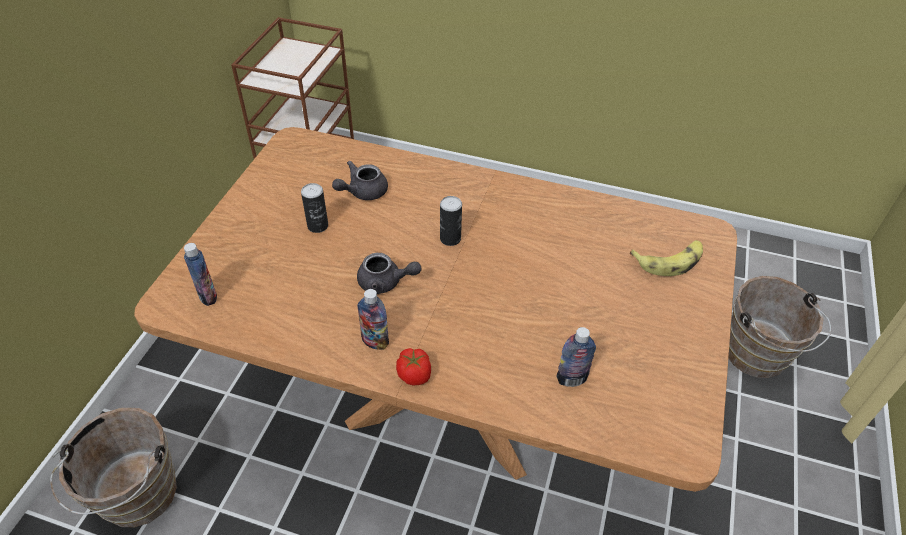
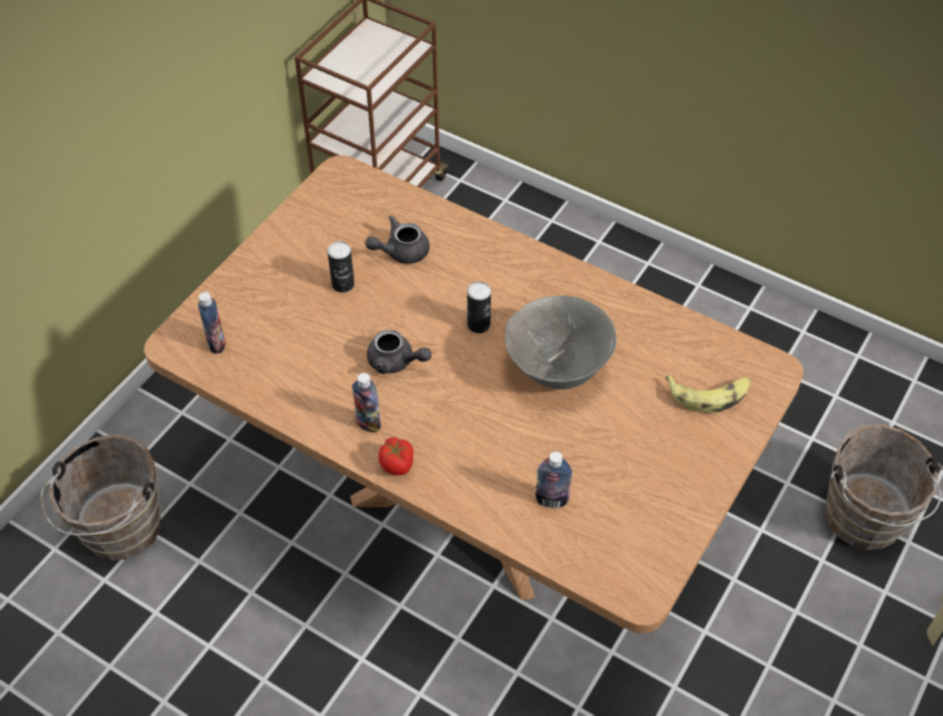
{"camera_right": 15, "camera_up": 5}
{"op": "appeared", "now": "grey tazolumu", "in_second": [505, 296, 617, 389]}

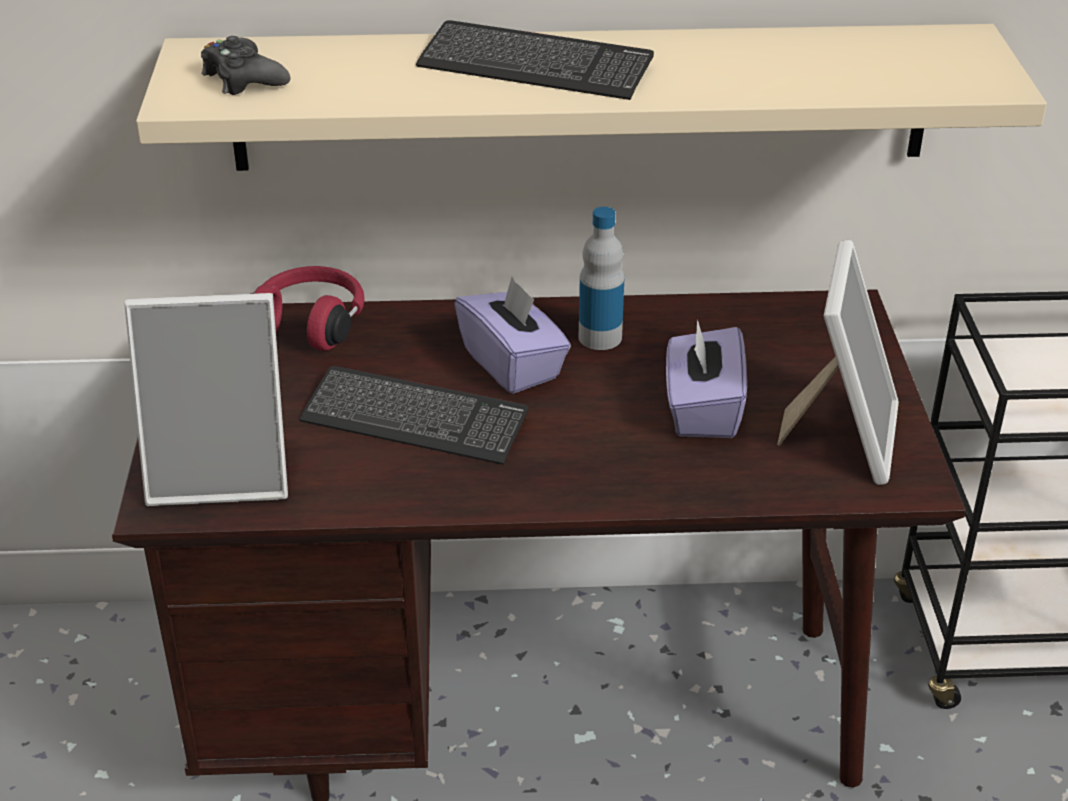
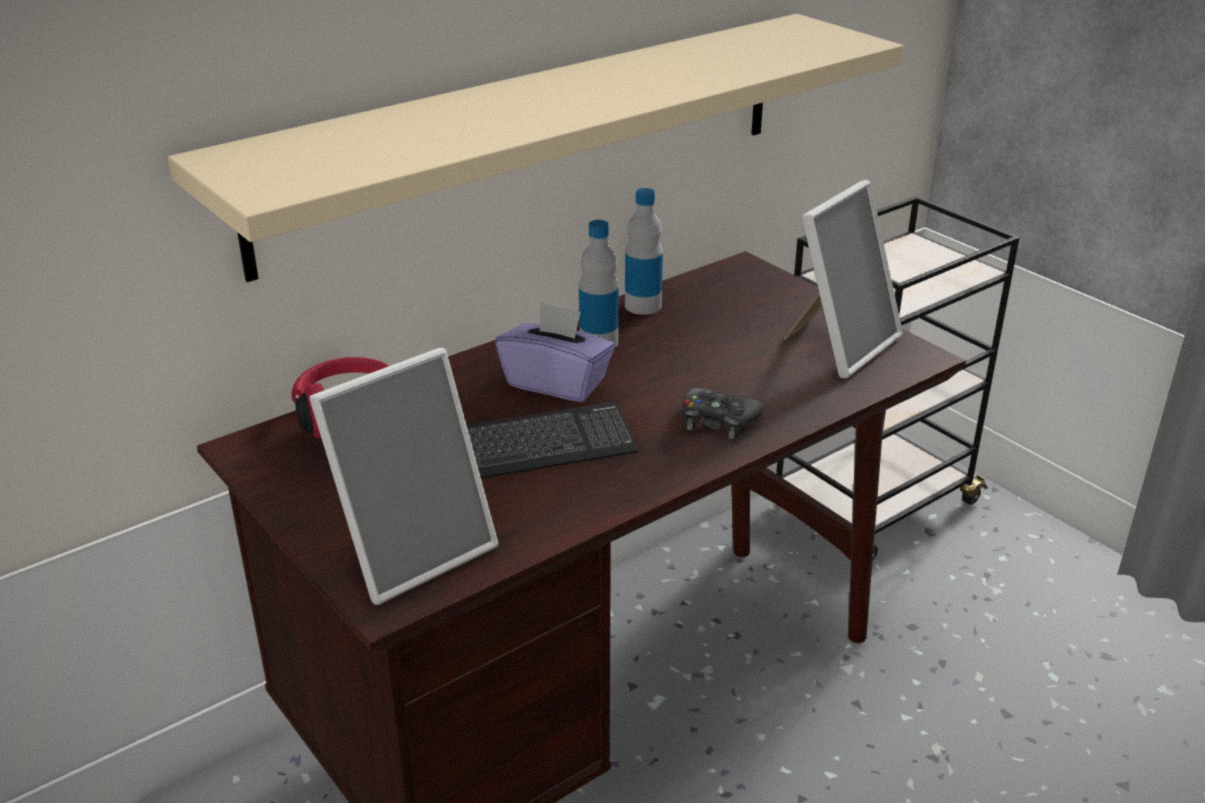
{"camera_right": -35, "camera_up": -5}
{"op": "missing", "was": "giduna", "in_first": [416, 20, 654, 100]}
{"op": "missing", "was": "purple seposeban", "in_first": [666, 320, 747, 438]}
{"op": "appeared", "now": "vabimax", "in_second": [625, 188, 663, 315]}
{"op": "relocated", "was": "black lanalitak", "in_first": [201, 36, 291, 95], "in_second": [682, 388, 764, 439]}
{"op": "spun", "was": "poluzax", "in_first": [777, 240, 899, 485], "in_second": [784, 180, 903, 378], "clockwise": 60}

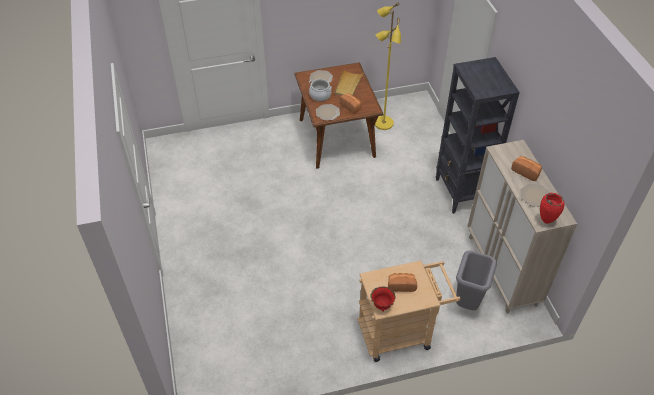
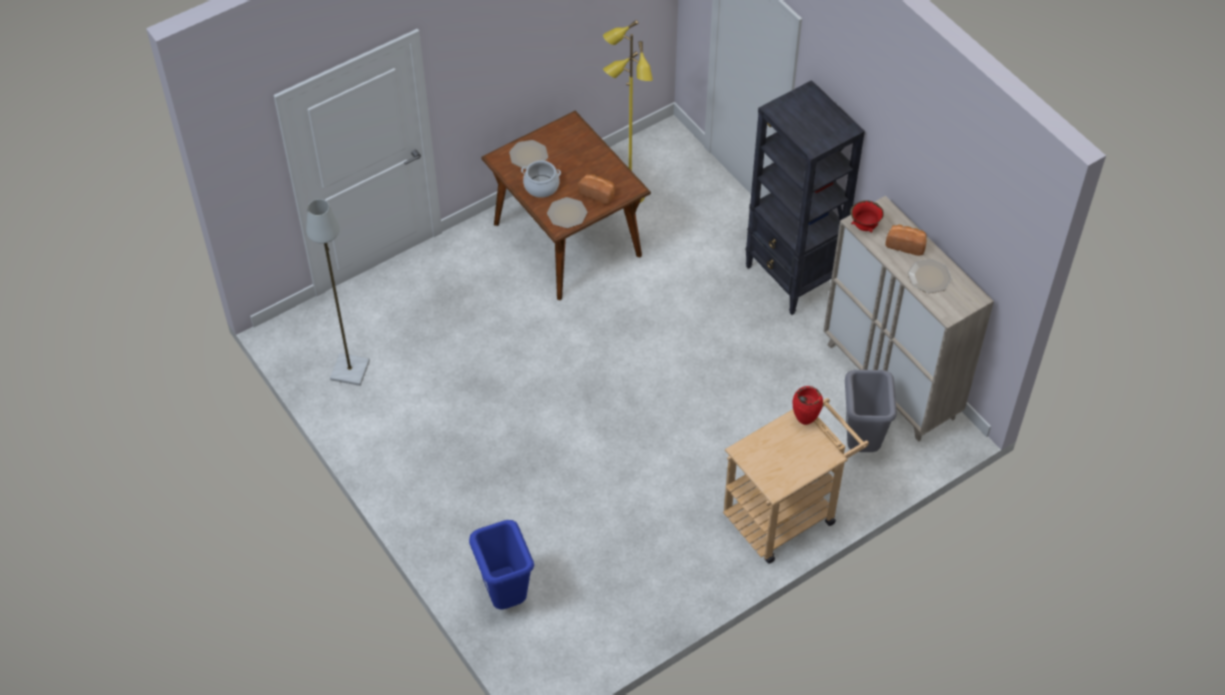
{"camera_right": -20, "camera_up": 5}
{"op": "missing", "was": "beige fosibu", "in_first": [334, 69, 363, 95]}
{"op": "missing", "was": "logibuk", "in_first": [388, 273, 417, 292]}
{"op": "appeared", "now": "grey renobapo", "in_second": [306, 199, 370, 386]}
{"op": "appeared", "now": "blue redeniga", "in_second": [469, 520, 534, 609]}
{"op": "relocated", "was": "red tazolumu", "in_first": [371, 287, 395, 312], "in_second": [850, 200, 884, 232]}
{"op": "relocated", "was": "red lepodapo", "in_first": [540, 193, 565, 224], "in_second": [793, 386, 823, 425]}

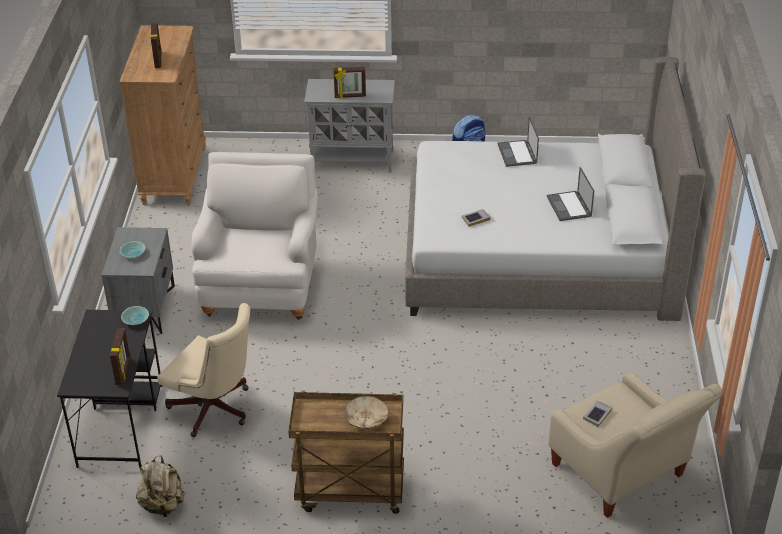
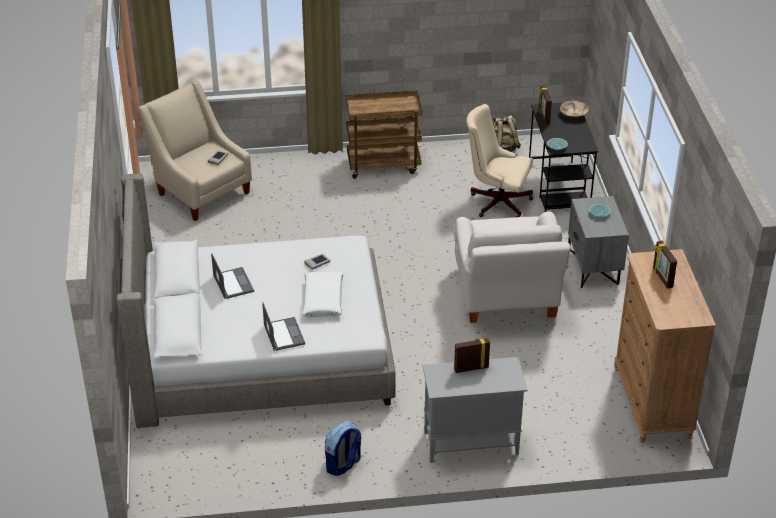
{"camera_right": 170, "camera_up": 0}
{"op": "appeared", "now": "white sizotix", "in_second": [302, 272, 344, 317]}
{"op": "relocated", "was": "beige tazolumu", "in_first": [344, 396, 389, 429], "in_second": [560, 100, 589, 119]}

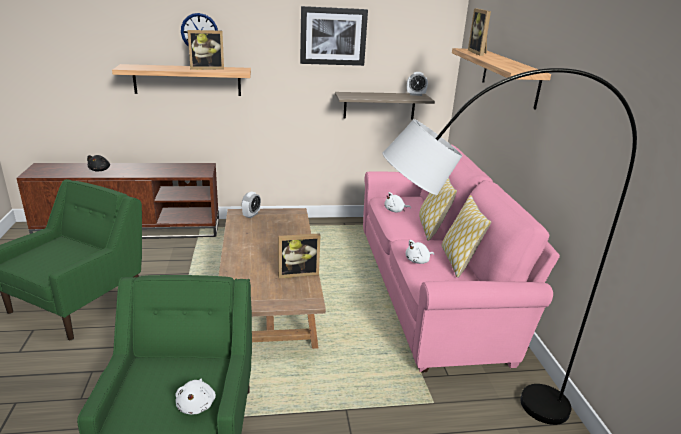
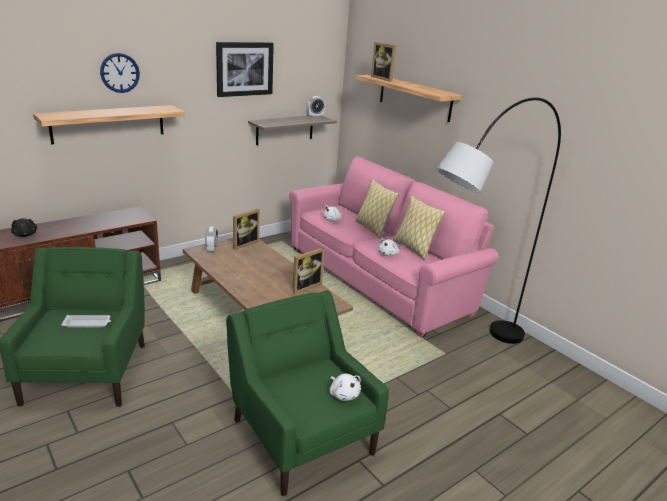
{"camera_right": -30, "camera_up": 0}
{"op": "appeared", "now": "white fosibu", "in_second": [61, 315, 111, 327]}
{"op": "relocated", "was": "poluzax", "in_first": [187, 30, 224, 70], "in_second": [233, 209, 260, 250]}

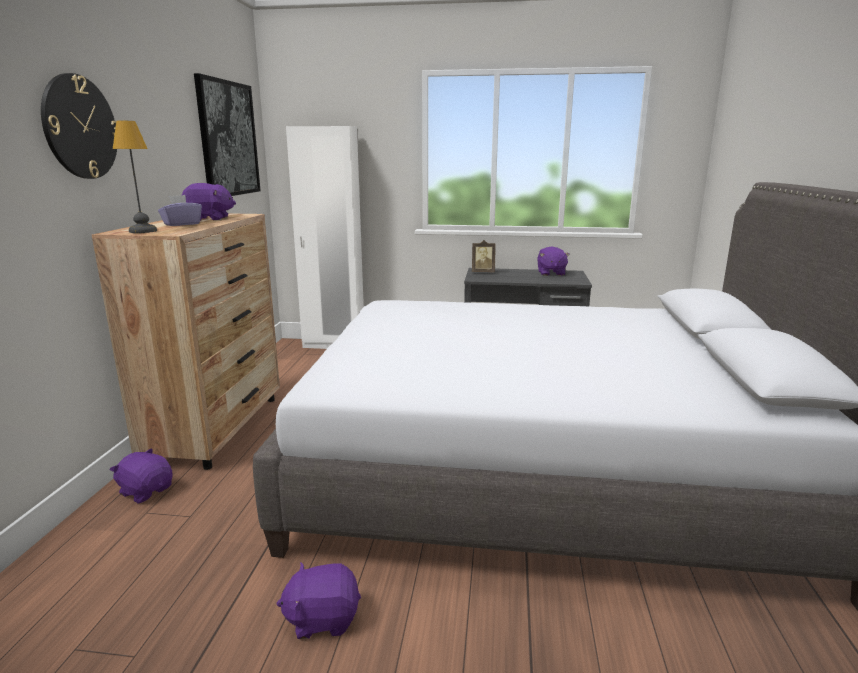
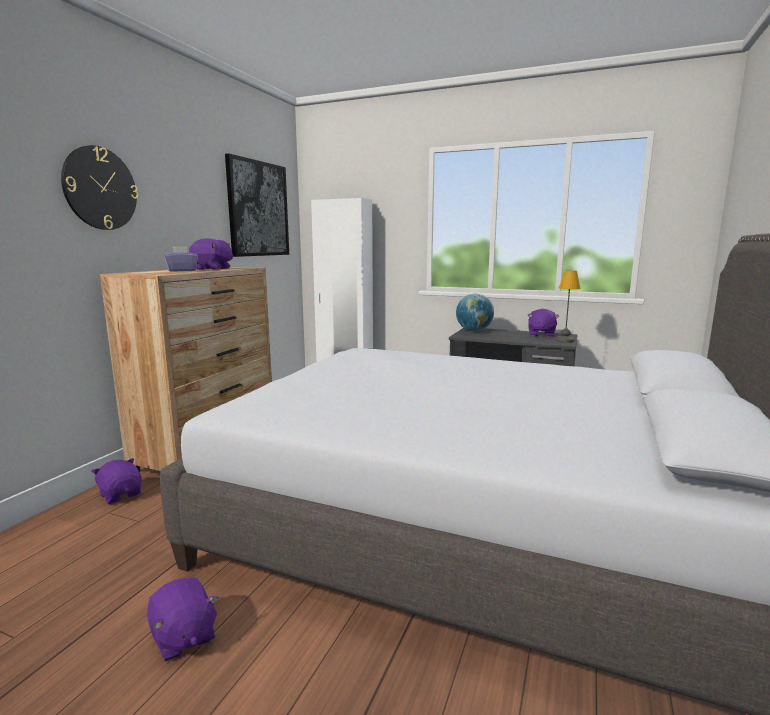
{"camera_right": 15, "camera_up": -5}
{"op": "relocated", "was": "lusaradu", "in_first": [113, 121, 157, 233], "in_second": [556, 270, 581, 343]}
{"op": "exchanged", "was": "poluzax", "now": "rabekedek", "in_first": [472, 240, 496, 272], "in_second": [456, 294, 494, 331]}
{"op": "spun", "was": "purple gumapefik", "in_first": [276, 563, 361, 639], "in_second": [147, 578, 218, 661], "clockwise": -135}

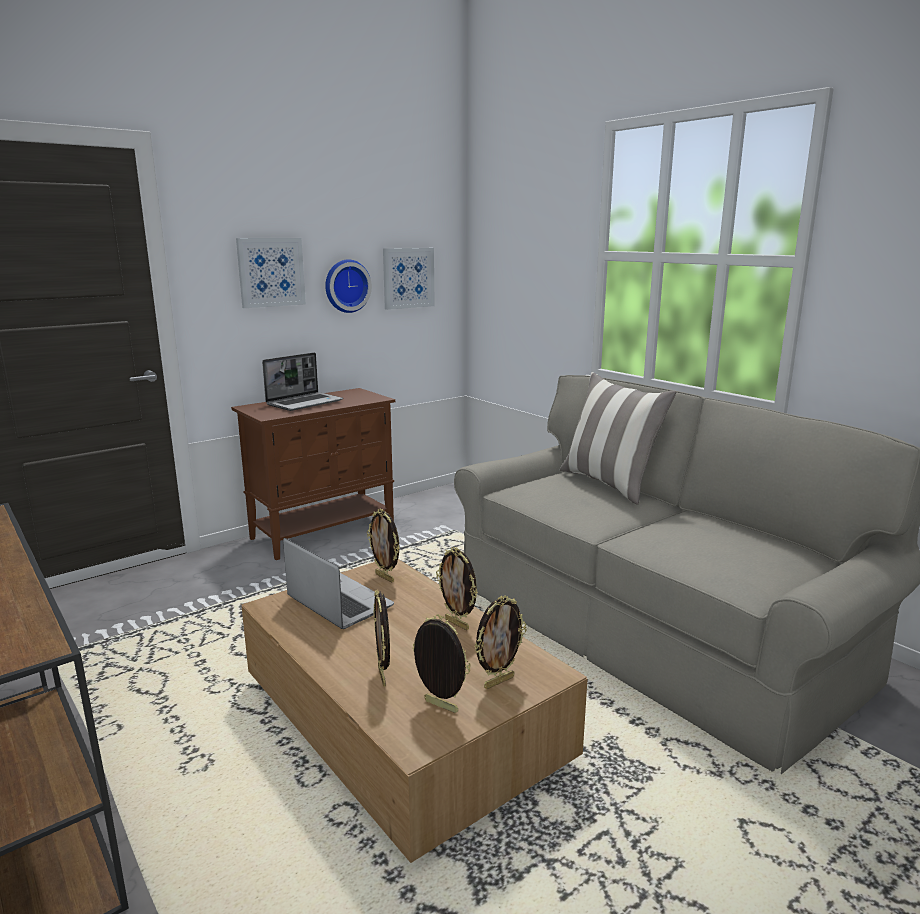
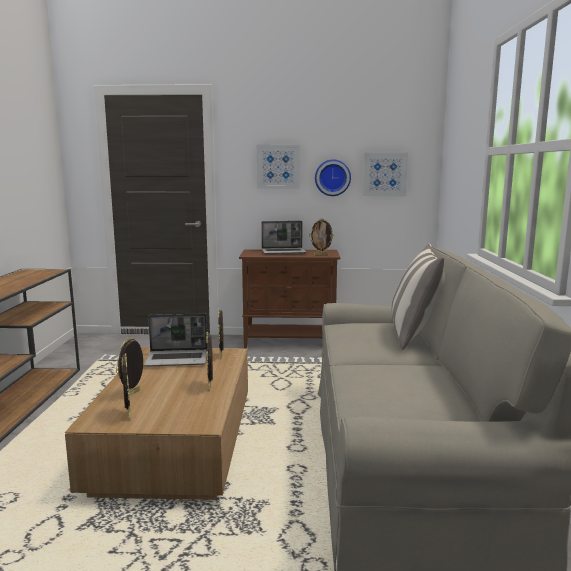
{"camera_right": 40, "camera_up": -5}
{"op": "relocated", "was": "poluzax", "in_first": [474, 596, 526, 689], "in_second": [309, 218, 334, 256]}
{"op": "spun", "was": "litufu", "in_first": [283, 538, 394, 629], "in_second": [144, 313, 207, 366], "clockwise": 90}

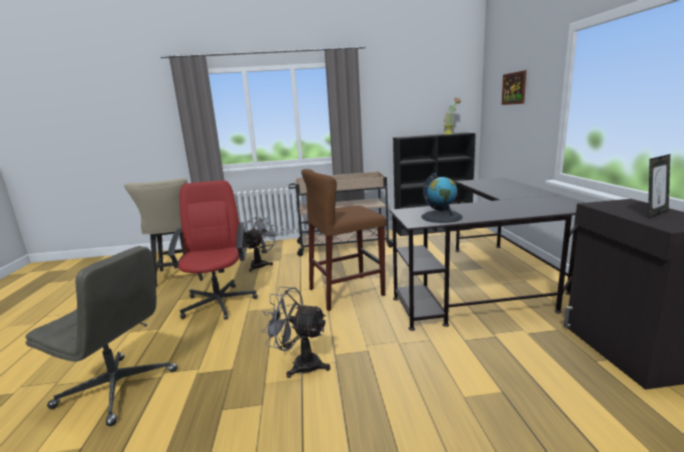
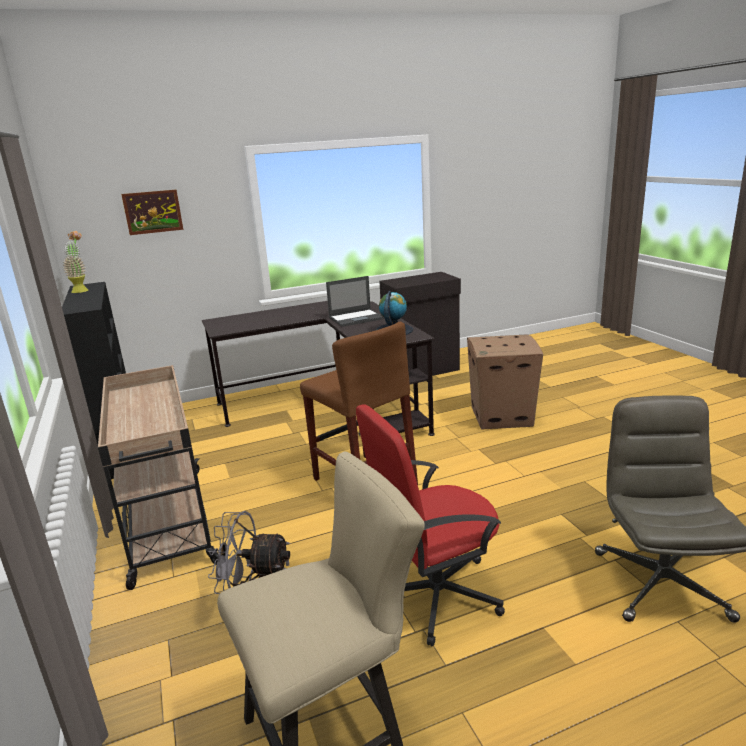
{"camera_right": -105, "camera_up": 5}
{"op": "missing", "was": "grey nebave", "in_first": [262, 287, 330, 378]}
{"op": "missing", "was": "poluzax", "in_first": [648, 154, 670, 219]}
{"op": "appeared", "now": "litufu", "in_second": [326, 276, 384, 327]}
{"op": "appeared", "now": "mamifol", "in_second": [467, 335, 543, 429]}

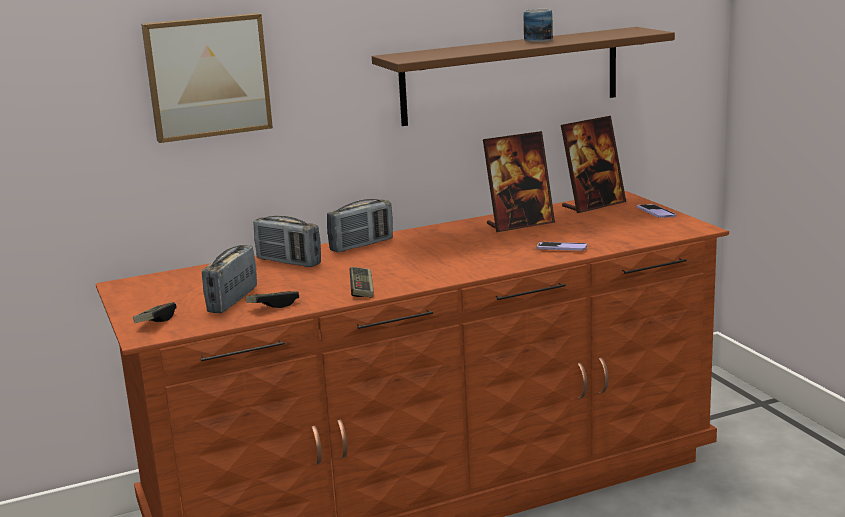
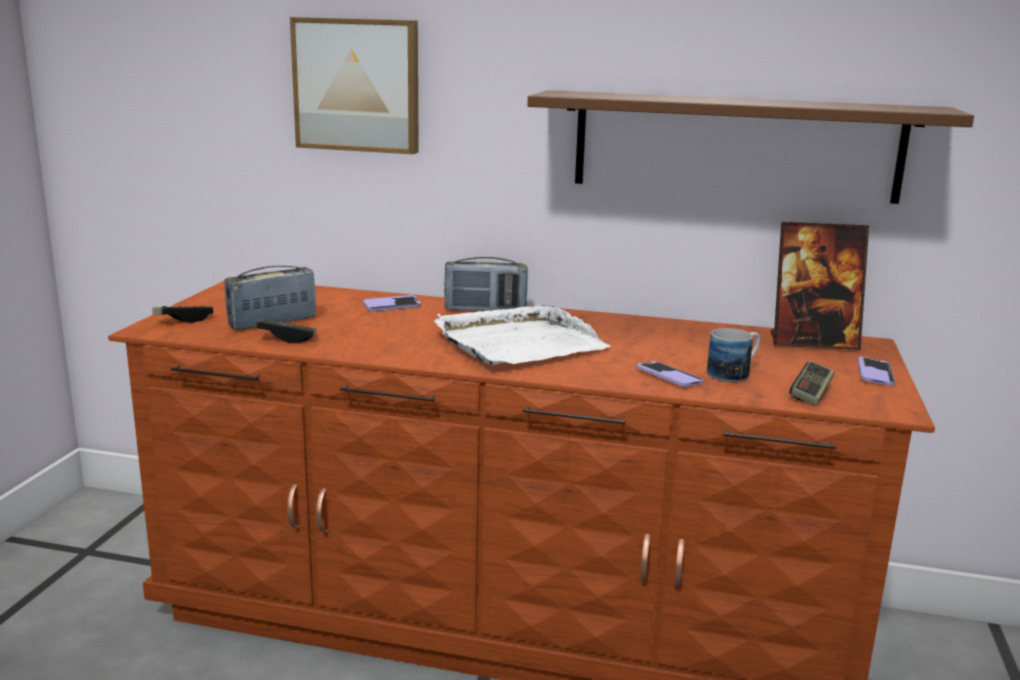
{"camera_right": 35, "camera_up": 0}
{"op": "missing", "was": "poluzax", "in_first": [483, 131, 555, 232]}
{"op": "appeared", "now": "white fosibu", "in_second": [434, 304, 610, 366]}
{"op": "relocated", "was": "lanalitak", "in_first": [350, 267, 374, 297], "in_second": [789, 361, 835, 406]}
{"op": "relocated", "was": "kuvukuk", "in_first": [524, 9, 553, 42], "in_second": [707, 328, 760, 382]}
{"op": "exchanged", "was": "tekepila", "now": "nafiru", "in_first": [253, 216, 321, 267], "in_second": [363, 295, 421, 311]}

